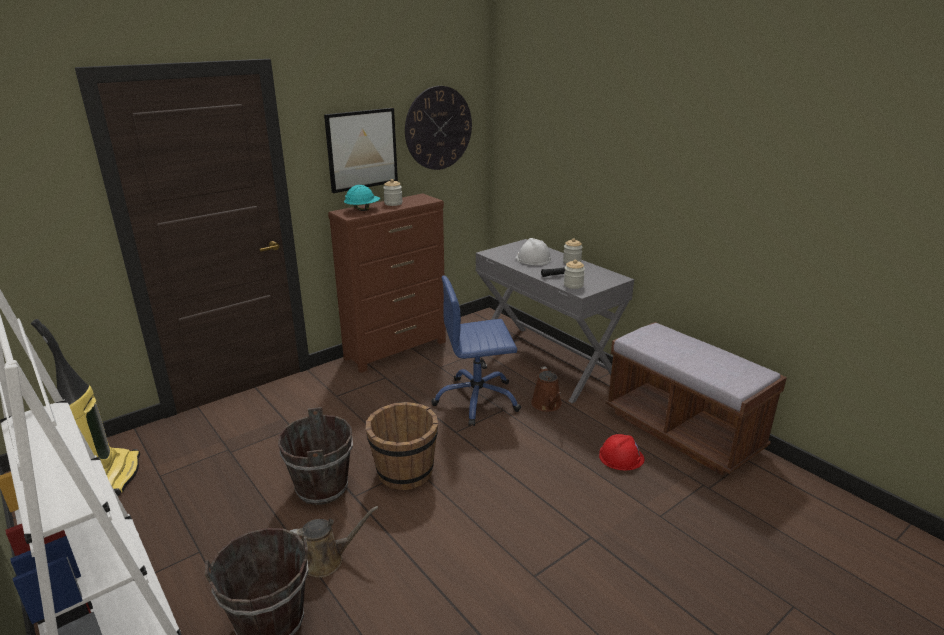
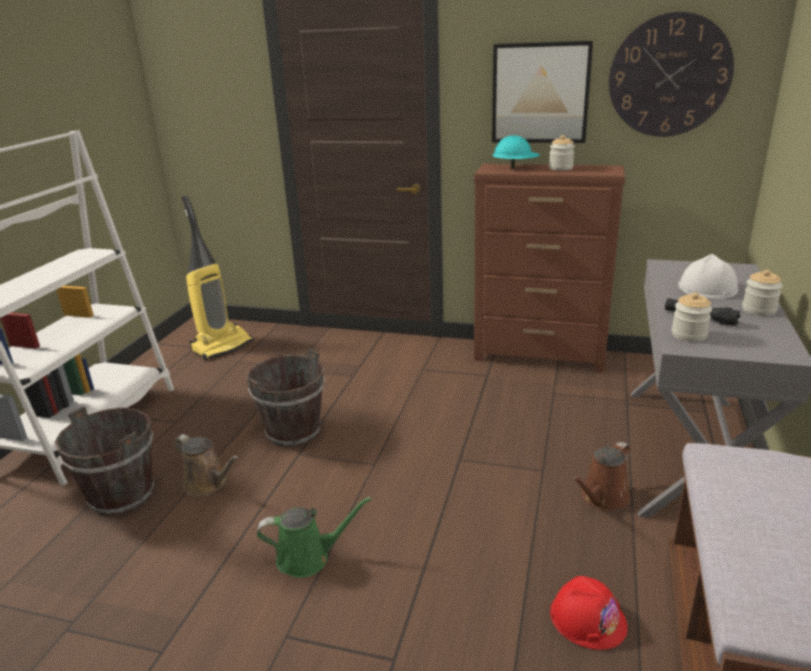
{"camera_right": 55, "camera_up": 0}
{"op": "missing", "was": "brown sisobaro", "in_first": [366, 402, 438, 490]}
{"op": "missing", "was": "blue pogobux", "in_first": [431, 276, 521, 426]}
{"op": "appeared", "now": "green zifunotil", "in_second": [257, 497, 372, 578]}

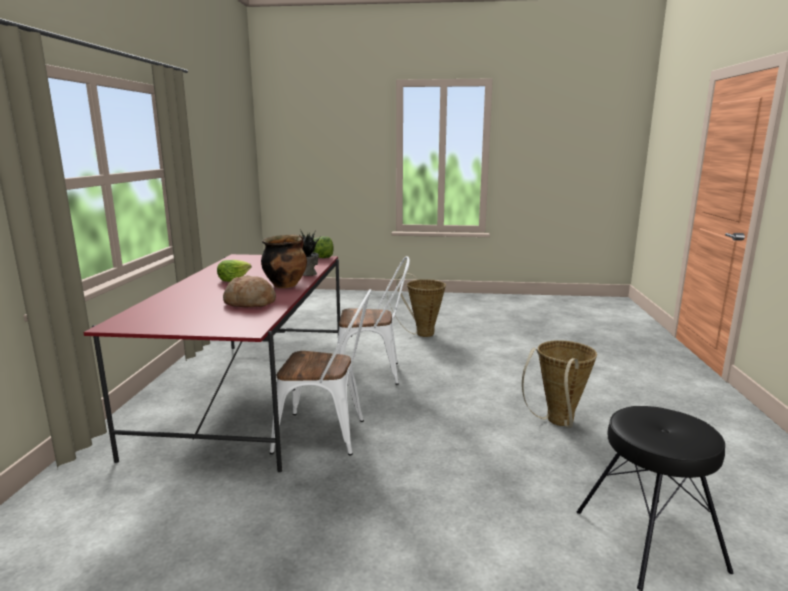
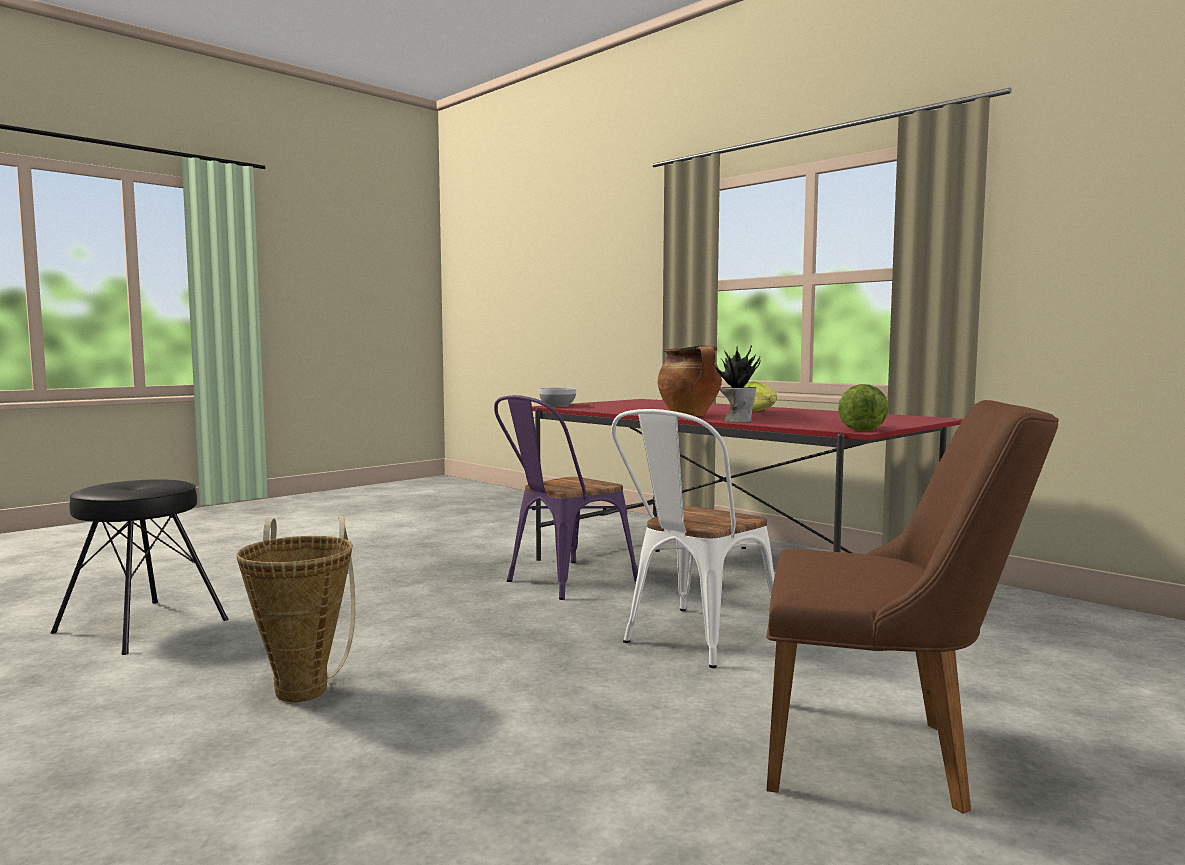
{"camera_right": 130, "camera_up": -10}
{"op": "missing", "was": "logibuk", "in_first": [223, 275, 276, 307]}
{"op": "appeared", "now": "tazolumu", "in_second": [539, 388, 577, 407]}
{"op": "exchanged", "was": "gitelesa", "now": "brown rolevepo", "in_first": [387, 273, 446, 337], "in_second": [766, 400, 1059, 814]}
{"op": "colour", "was": "white rolevepo", "now": "purple rolevepo", "in_first": [270, 289, 372, 456], "in_second": [494, 395, 638, 600]}

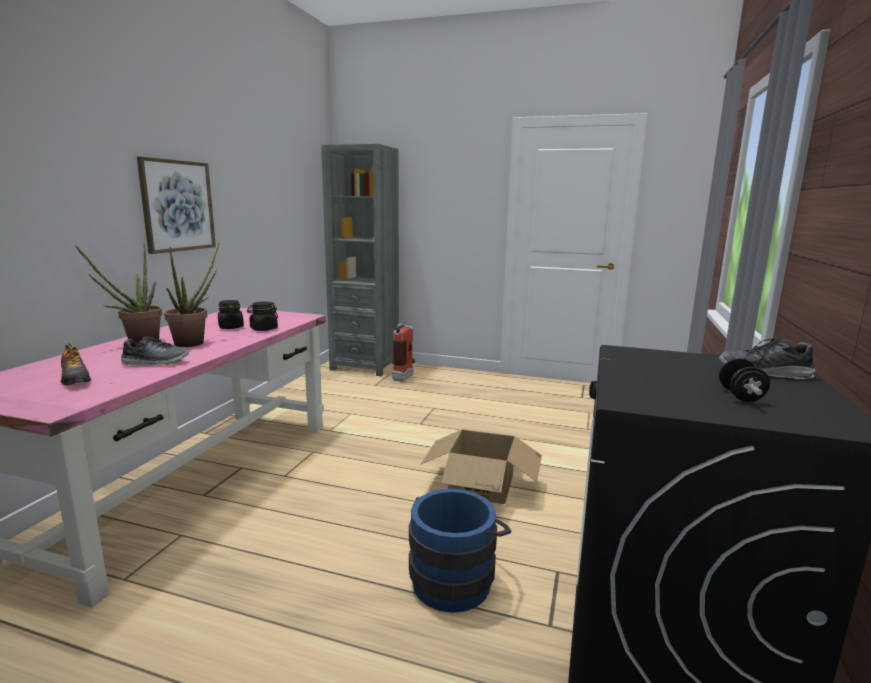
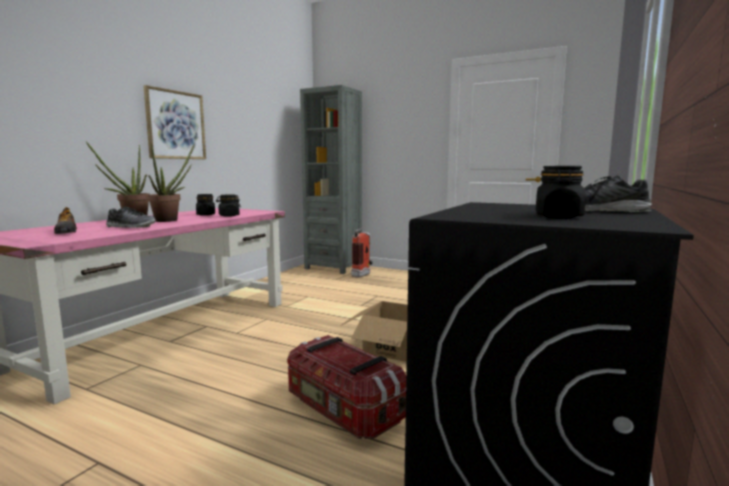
{"camera_right": 10, "camera_up": -5}
{"op": "exchanged", "was": "blue sisobaro", "now": "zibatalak", "in_first": [409, 489, 511, 613], "in_second": [287, 335, 406, 439]}
{"op": "exchanged", "was": "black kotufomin", "now": "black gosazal", "in_first": [719, 358, 770, 402], "in_second": [536, 166, 586, 218]}

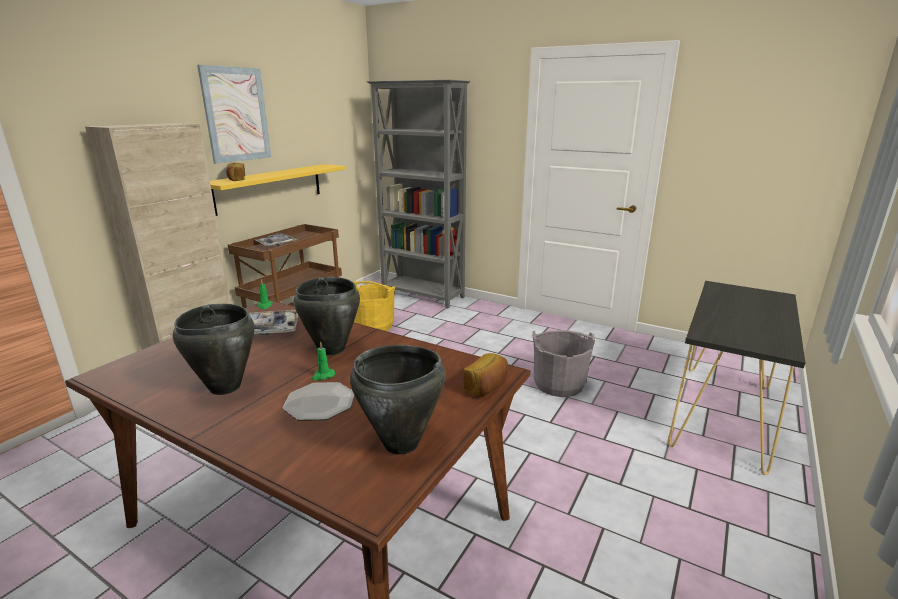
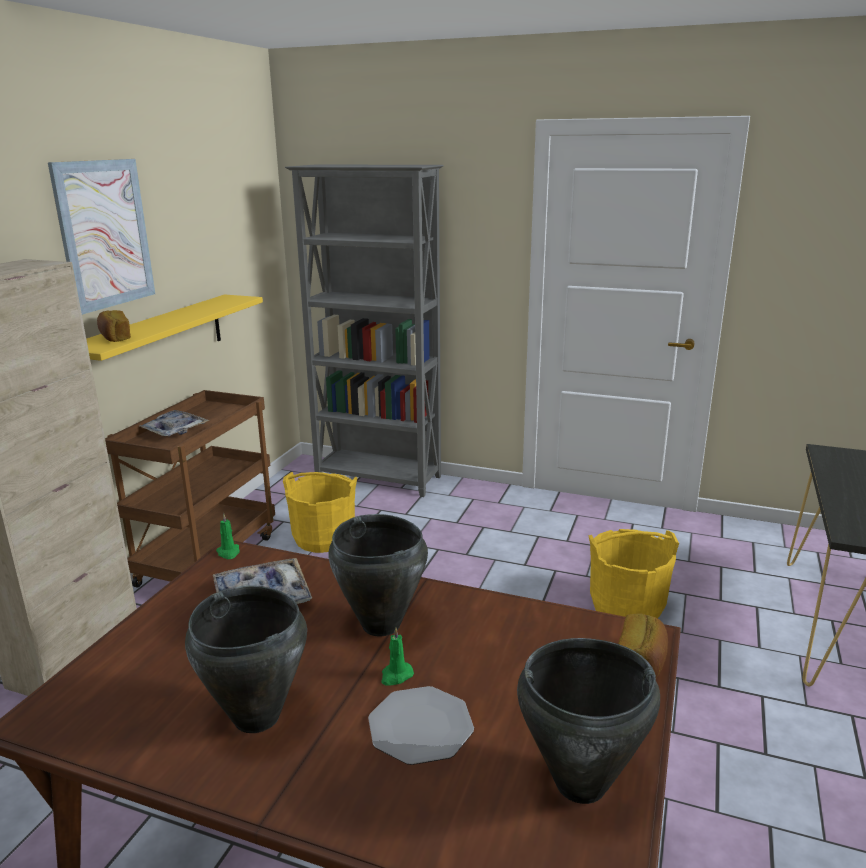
{"camera_right": -10, "camera_up": 0}
{"op": "colour", "was": "grey sisobaro", "now": "yellow sisobaro", "in_first": [532, 330, 595, 397], "in_second": [588, 529, 679, 619]}

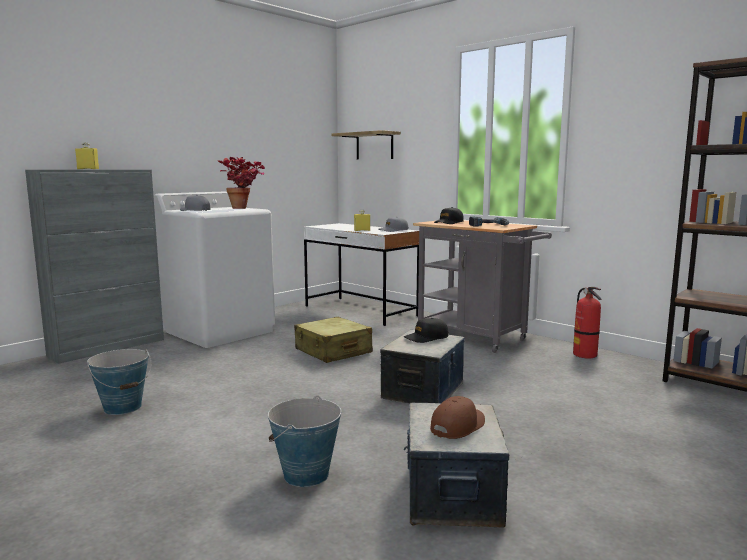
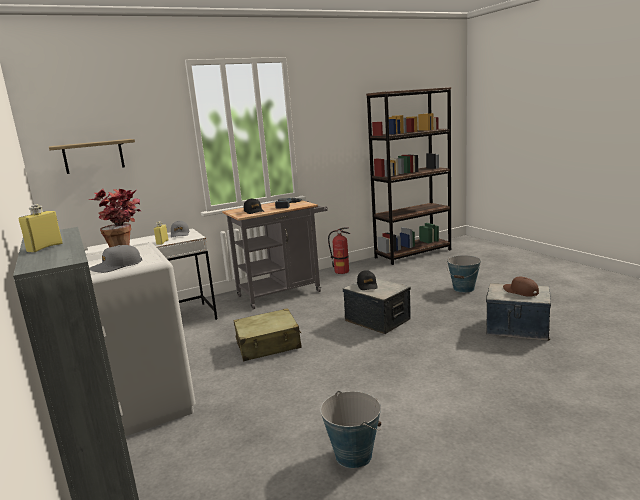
{"camera_right": -70, "camera_up": 5}
{"op": "relocated", "was": "sisobaro", "in_first": [268, 395, 341, 487], "in_second": [446, 255, 481, 293]}

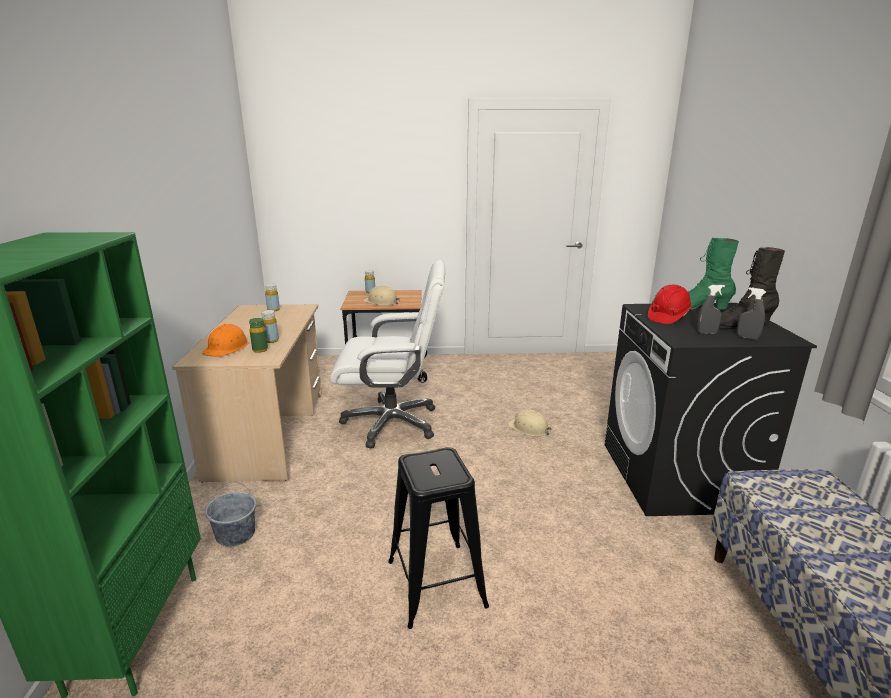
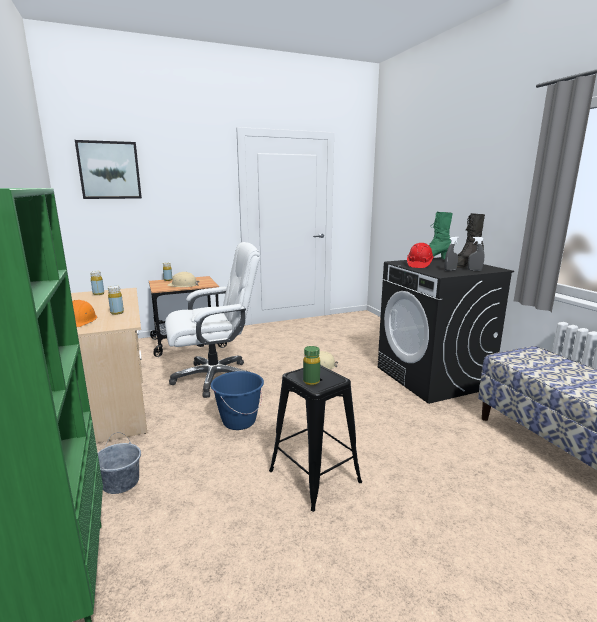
{"camera_right": -20, "camera_up": -5}
{"op": "appeared", "now": "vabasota", "in_second": [75, 140, 142, 199]}
{"op": "appeared", "now": "blue sisobaro", "in_second": [211, 371, 264, 430]}
{"op": "relocated", "was": "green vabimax", "in_first": [249, 318, 268, 353], "in_second": [303, 346, 320, 385]}

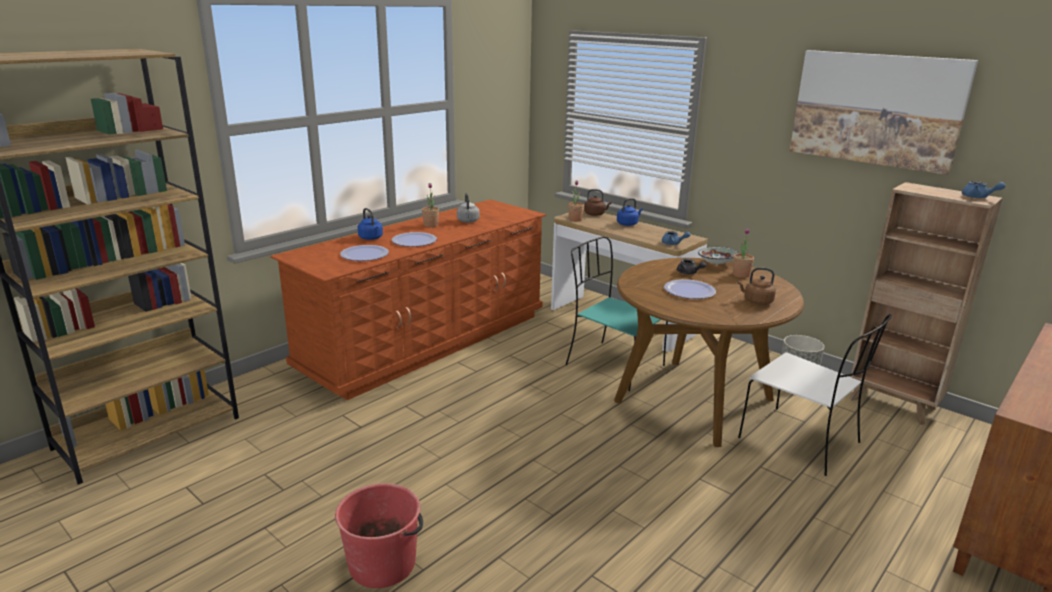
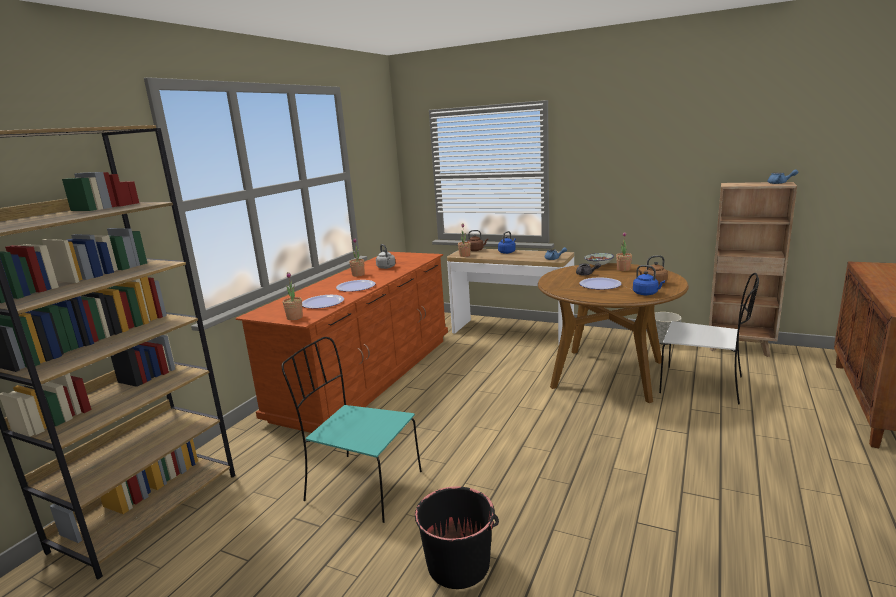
{"camera_right": -15, "camera_up": -5}
{"op": "missing", "was": "vabasota", "in_first": [790, 50, 978, 175]}
{"op": "appeared", "now": "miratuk", "in_second": [283, 272, 303, 320]}
{"op": "relocated", "was": "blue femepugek", "in_first": [358, 208, 383, 240], "in_second": [633, 265, 665, 295]}
{"op": "relocated", "was": "turquoise rolevepo", "in_first": [566, 236, 668, 391], "in_second": [282, 337, 422, 523]}
{"op": "colour", "was": "red sisobaro", "now": "black sisobaro", "in_first": [335, 483, 423, 588], "in_second": [415, 486, 499, 589]}

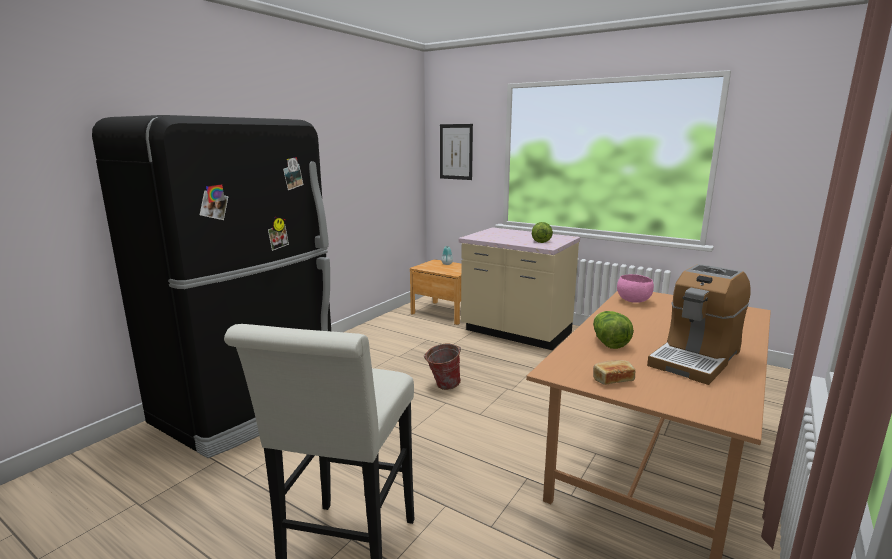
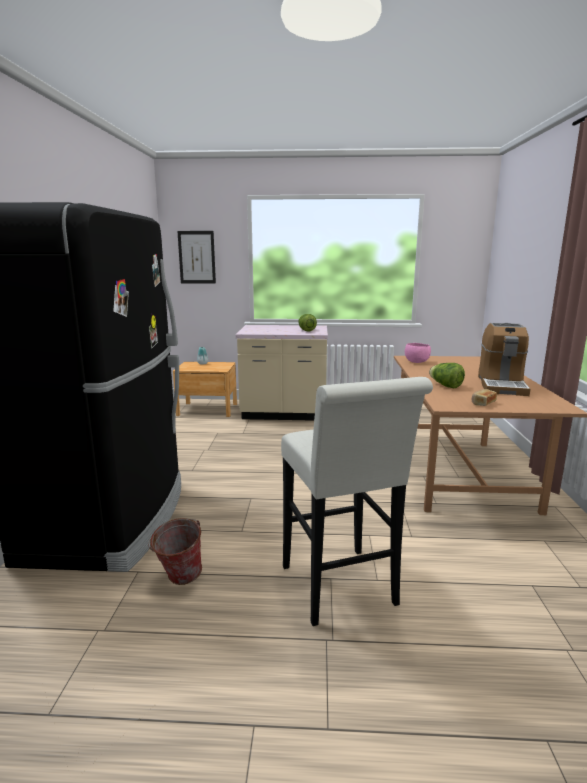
{"camera_right": -30, "camera_up": 0}
{"op": "relocated", "was": "sisobaro", "in_first": [424, 344, 461, 390], "in_second": [148, 518, 202, 585]}

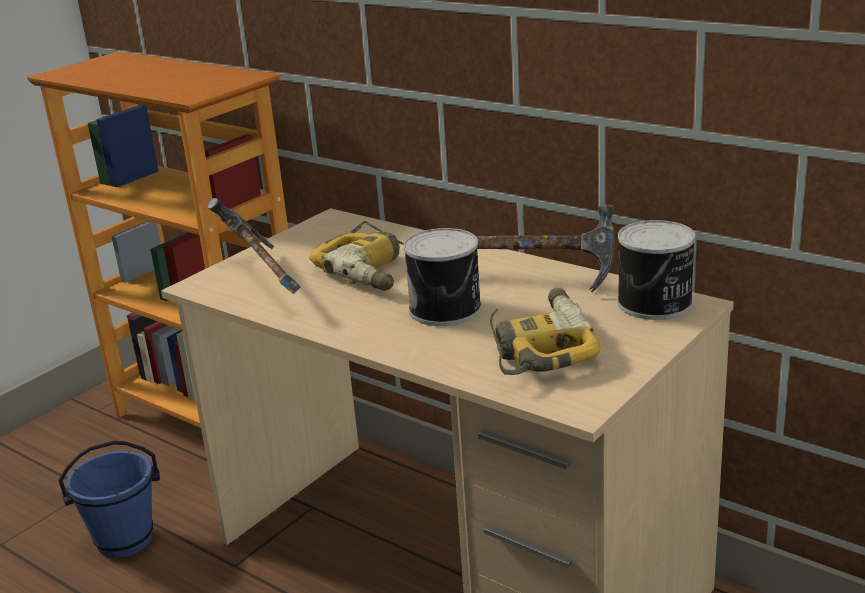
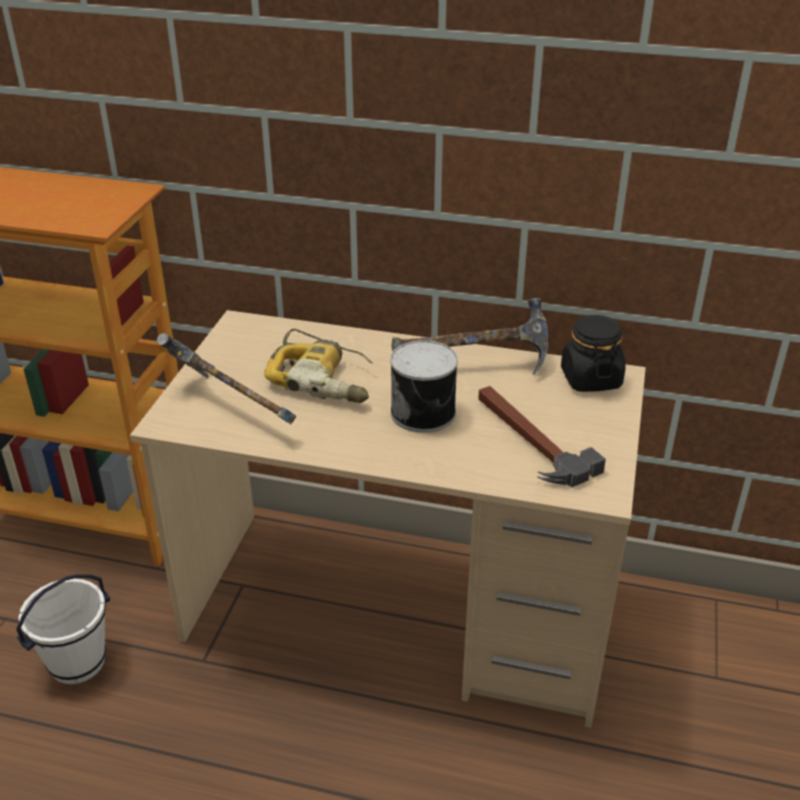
{"camera_right": -25, "camera_up": 10}
{"op": "exchanged", "was": "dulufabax", "now": "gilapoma", "in_first": [490, 288, 600, 375], "in_second": [478, 386, 606, 487]}
{"op": "exchanged", "was": "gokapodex", "now": "black gosazal", "in_first": [617, 220, 696, 320], "in_second": [561, 315, 626, 392]}
{"op": "colour", "was": "blue sisobaro", "now": "white sisobaro", "in_first": [58, 441, 160, 558], "in_second": [16, 574, 110, 684]}

